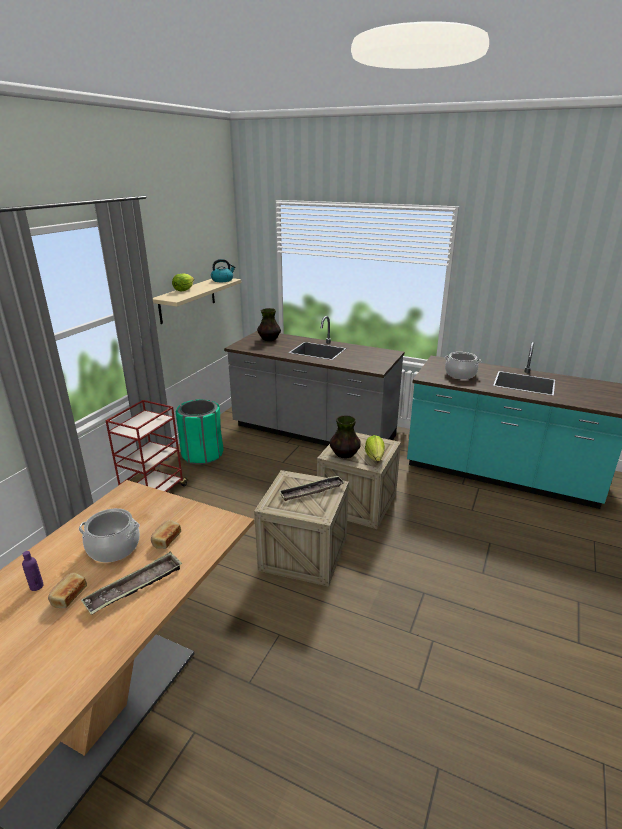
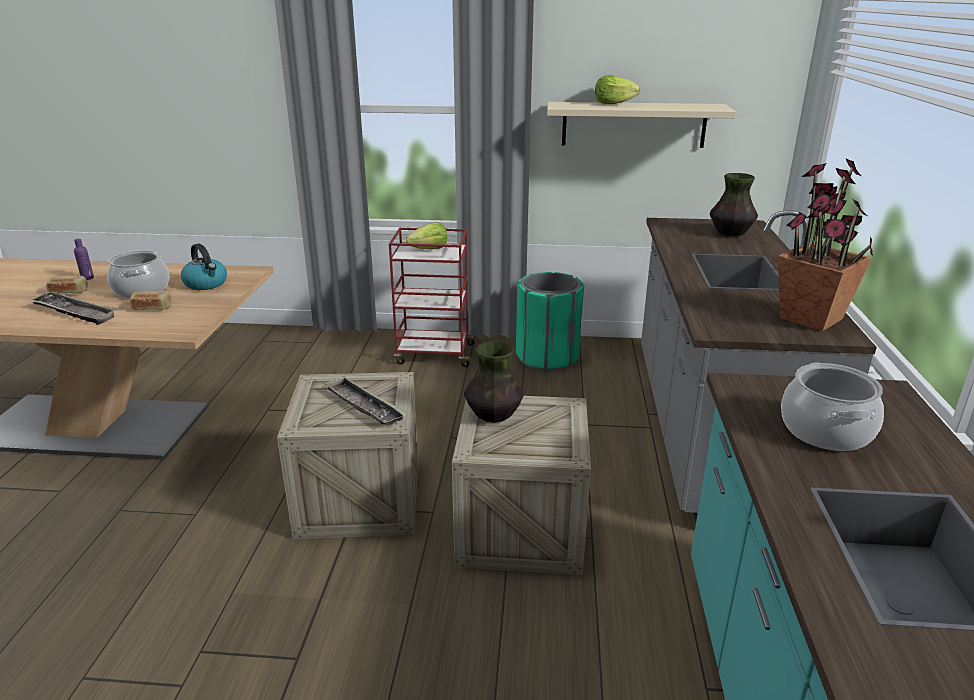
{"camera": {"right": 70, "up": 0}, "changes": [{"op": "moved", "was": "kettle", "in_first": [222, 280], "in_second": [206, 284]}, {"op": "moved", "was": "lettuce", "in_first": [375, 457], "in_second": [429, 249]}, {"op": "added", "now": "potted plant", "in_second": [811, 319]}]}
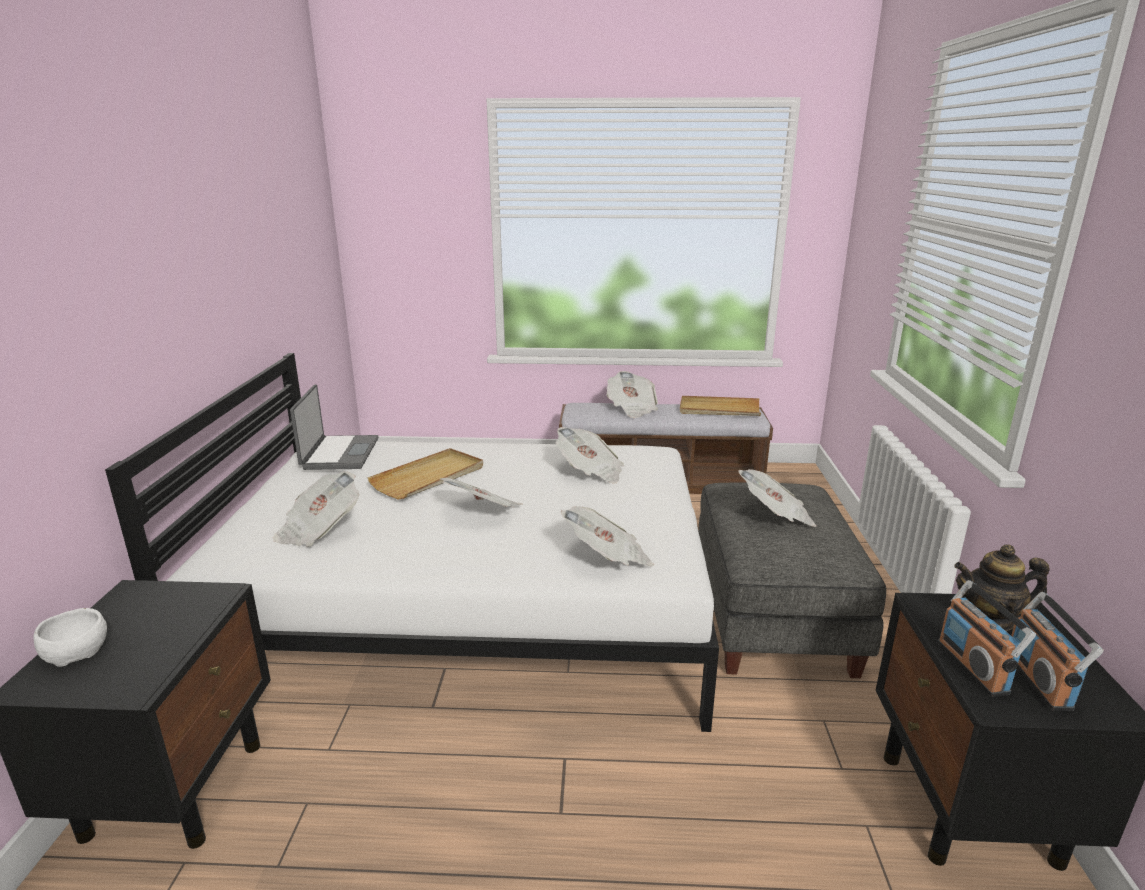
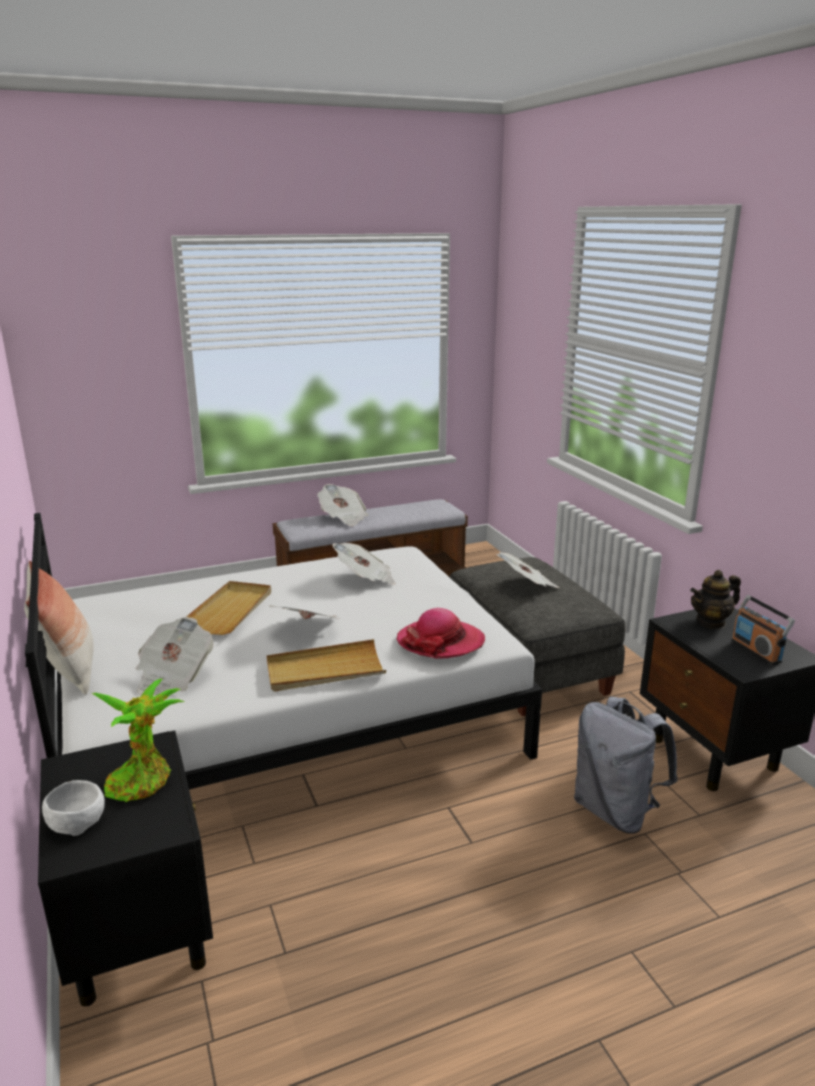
{"camera": {"right": -25, "up": 0}, "changes": [{"op": "added", "now": "pillow", "in_second": [69, 670]}, {"op": "added", "now": "potted plant", "in_second": [143, 779]}, {"op": "moved", "was": "beige tray", "in_first": [719, 410], "in_second": [325, 670]}, {"op": "replaced", "was": "newspaper", "now": "hat", "in_first": [608, 558], "in_second": [440, 642]}, {"op": "added", "now": "grey backpack", "in_second": [615, 811]}, {"op": "removed", "was": "laptop", "in_first": [339, 454]}, {"op": "removed", "was": "radio", "in_first": [973, 667]}]}
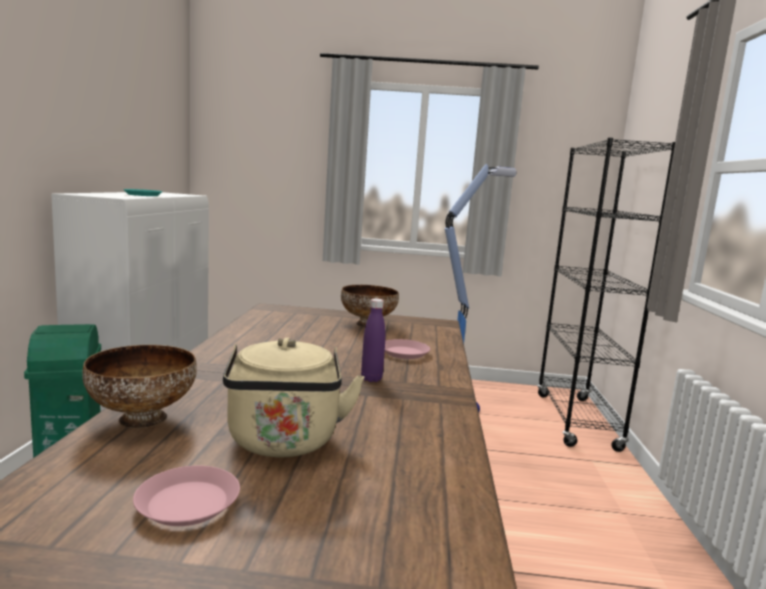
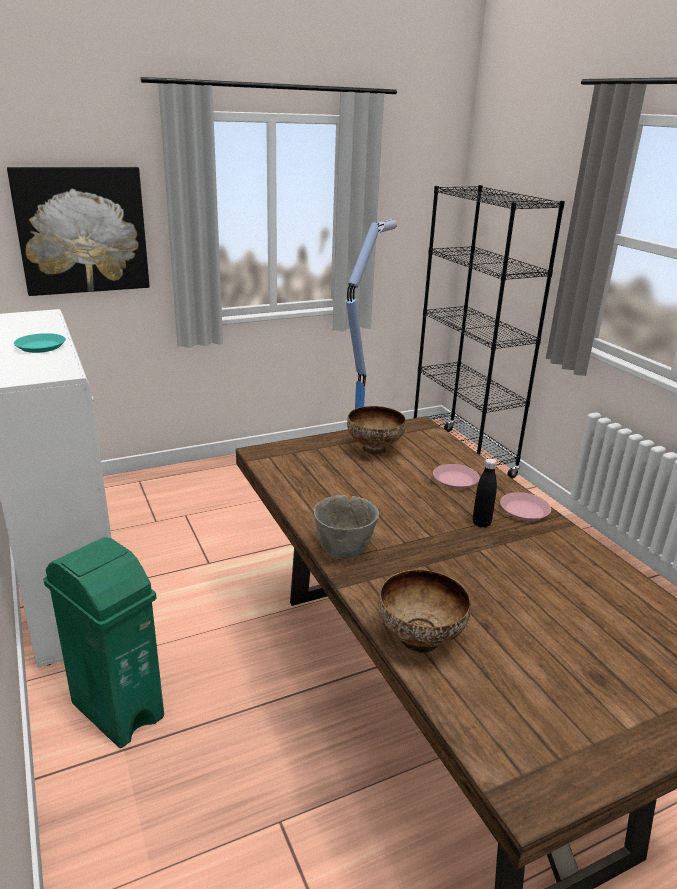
{"camera": {"right": -30, "up": 15}, "changes": [{"op": "added", "now": "picture", "in_second": [82, 230]}, {"op": "added", "now": "grey bowl", "in_second": [344, 549]}, {"op": "recoloured", "was": "purple bottle", "now": "black bottle", "in_first": [371, 379], "in_second": [481, 523]}, {"op": "moved", "was": "pink plate", "in_first": [187, 503], "in_second": [524, 511]}, {"op": "removed", "was": "beige kettle", "in_first": [284, 443]}]}
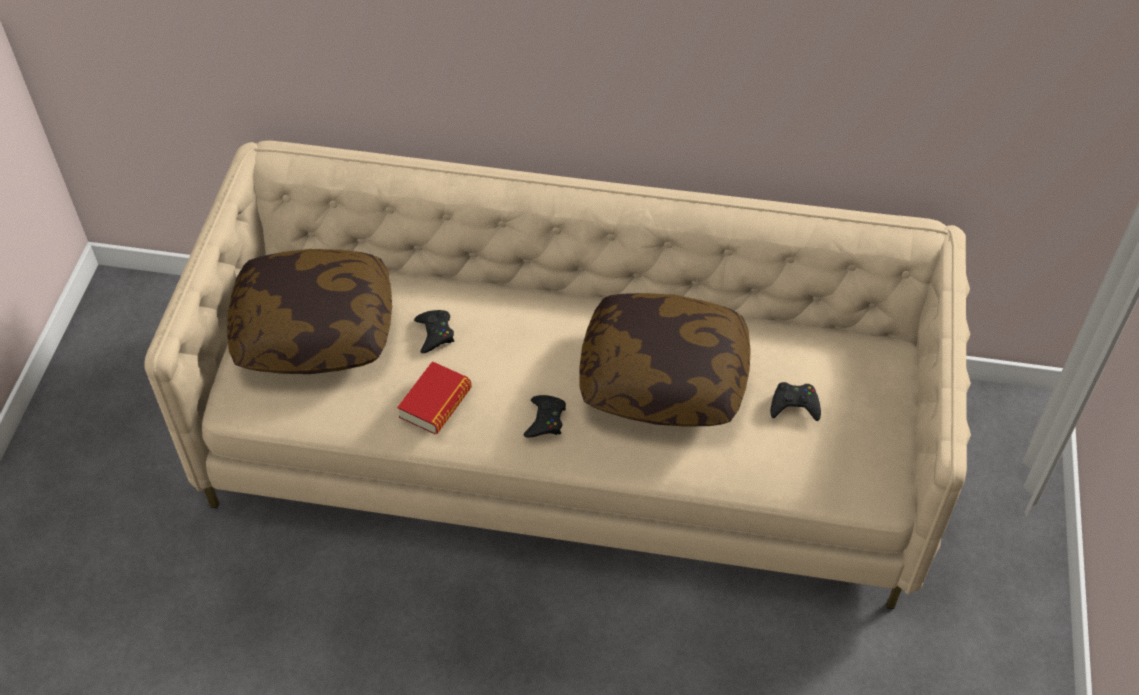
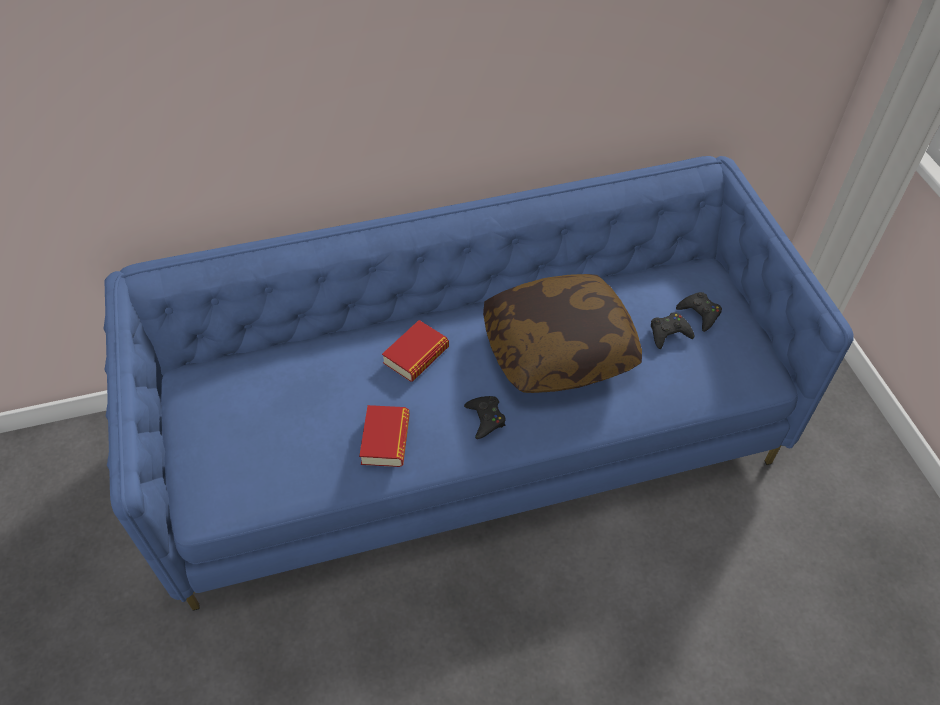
{"camera": {"right": -25, "up": 0}, "changes": [{"op": "recoloured", "was": "beige sofa", "now": "blue sofa", "in_first": [570, 445], "in_second": [470, 435]}, {"op": "added", "now": "book", "in_second": [416, 355]}, {"op": "moved", "was": "black game controller", "in_first": [435, 334], "in_second": [699, 313]}, {"op": "removed", "was": "pillow", "in_first": [315, 330]}]}
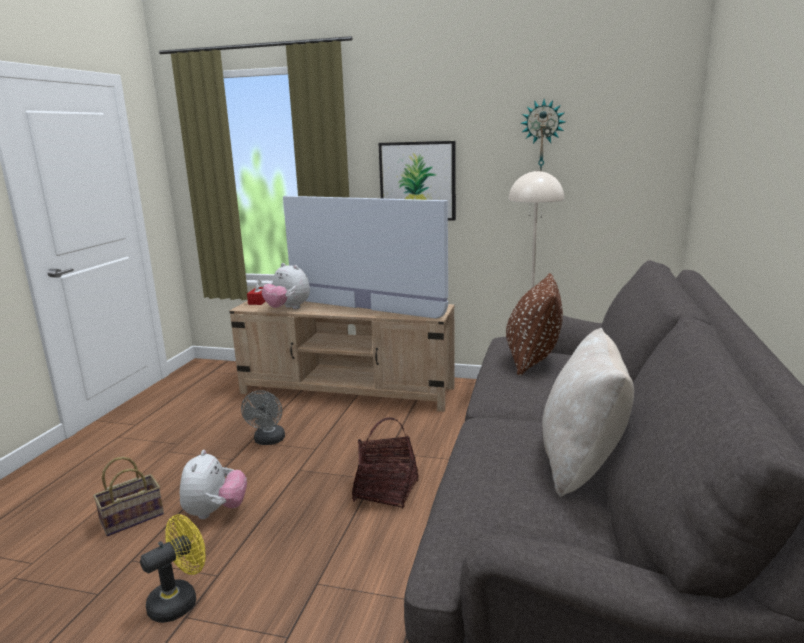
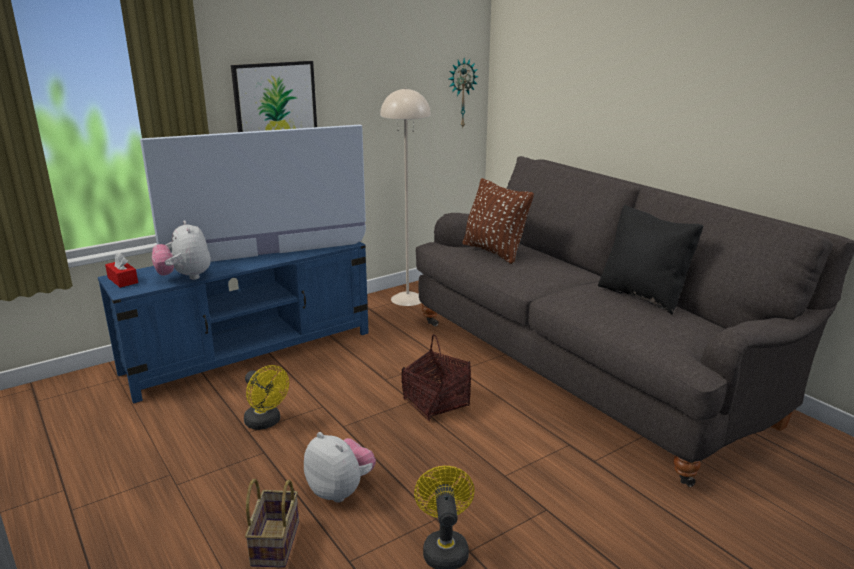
{"camera": {"right": -50, "up": 5}, "changes": [{"op": "recoloured", "was": "beige tv stand", "now": "blue tv stand", "in_first": [347, 391], "in_second": [251, 352]}, {"op": "turned", "was": "plush toy", "in_first": [288, 309], "in_second": [185, 277], "clockwise": 75}, {"op": "recoloured", "was": "grey fan", "now": "yellow fan", "in_first": [268, 441], "in_second": [266, 423]}, {"op": "moved", "was": "wall clock", "in_first": [542, 141], "in_second": [461, 93]}, {"op": "recoloured", "was": "beige pillow", "now": "black pillow", "in_first": [581, 462], "in_second": [643, 296]}]}
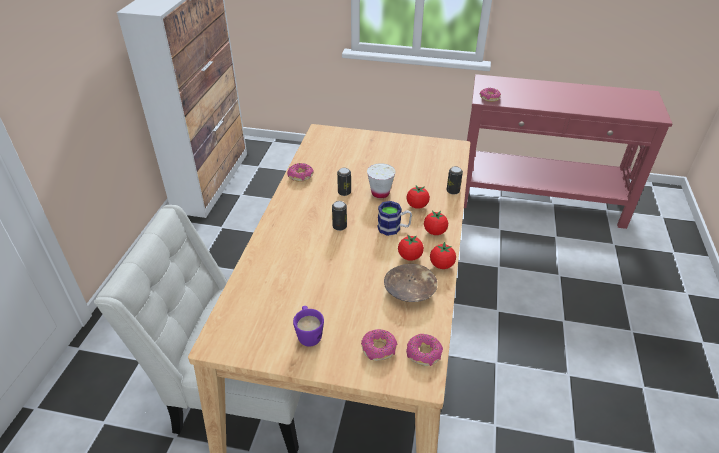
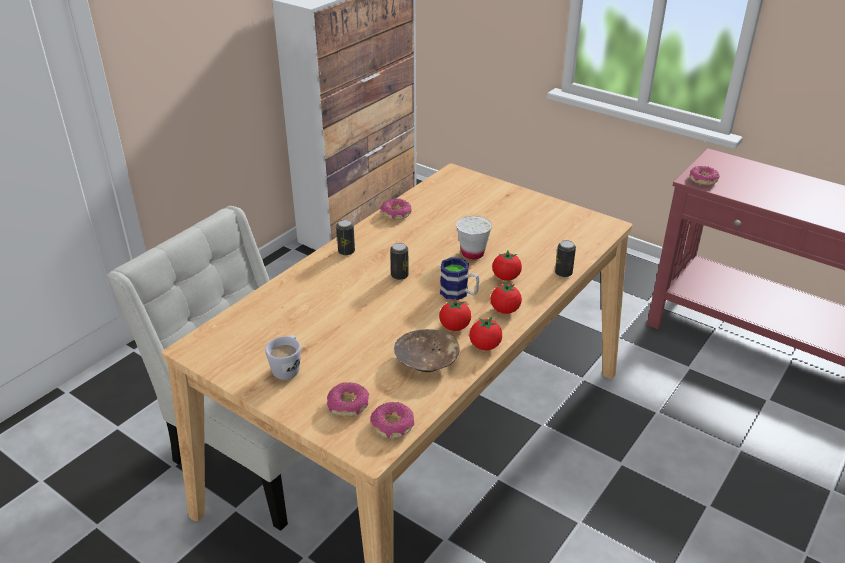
{"camera": {"right": 25, "up": -5}, "changes": [{"op": "recoloured", "was": "purple mug", "now": "white mug", "in_first": [309, 334], "in_second": [288, 368]}, {"op": "moved", "was": "can", "in_first": [344, 192], "in_second": [346, 251]}]}
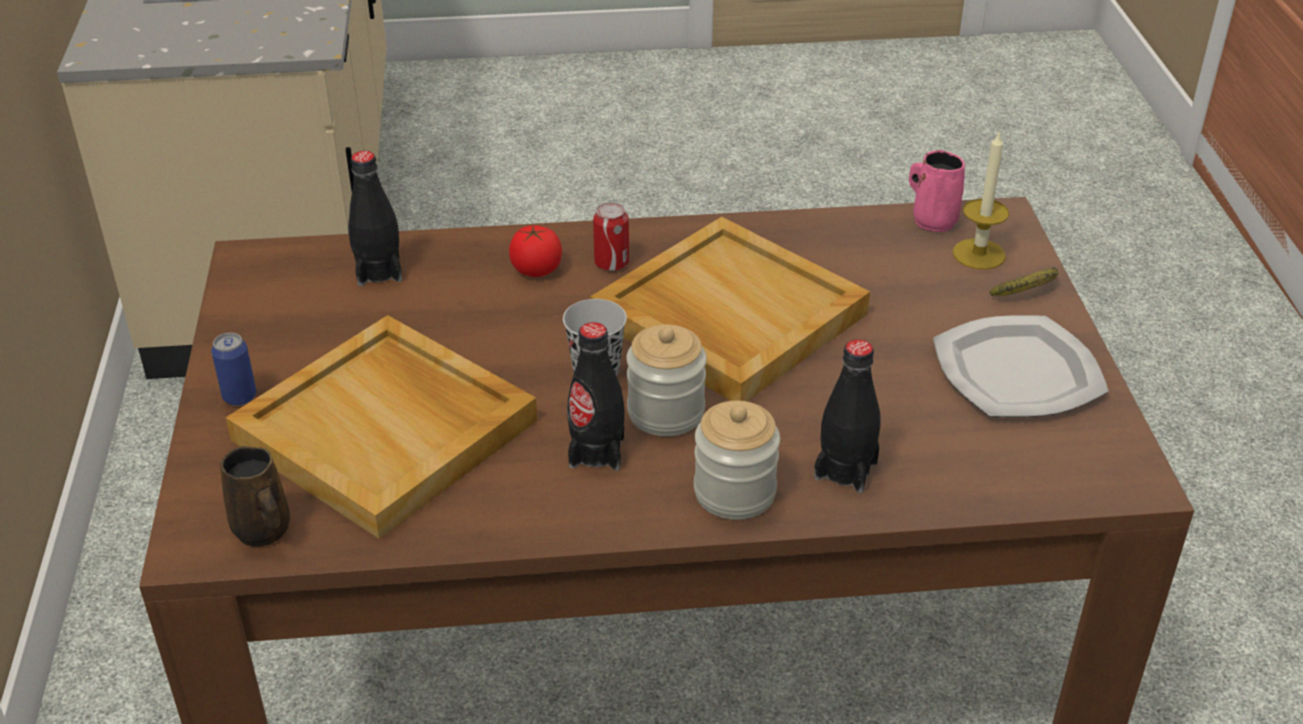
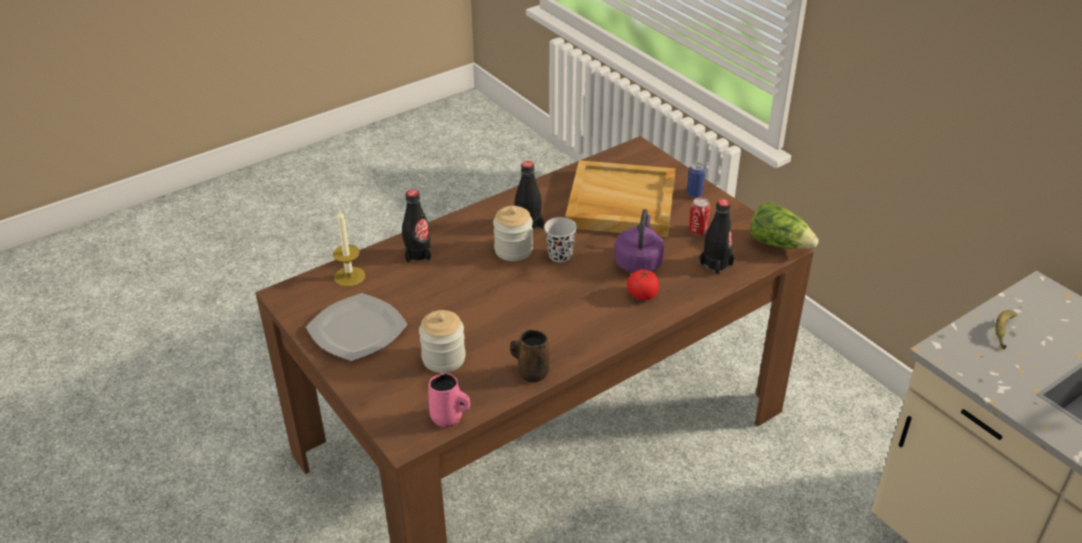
{"camera": {"right": 150, "up": 0}, "changes": [{"op": "moved", "was": "candle", "in_first": [979, 254], "in_second": [349, 276]}, {"op": "moved", "was": "jar", "in_first": [734, 492], "in_second": [443, 358]}, {"op": "moved", "was": "brown mug", "in_first": [263, 531], "in_second": [531, 372]}, {"op": "added", "now": "purple kettle", "in_second": [638, 261]}, {"op": "moved", "was": "can", "in_first": [611, 263], "in_second": [698, 230]}, {"op": "added", "now": "lettuce", "in_second": [779, 244]}, {"op": "moved", "was": "banana", "in_first": [1029, 291], "in_second": [1002, 332]}, {"op": "removed", "was": "beige tray", "in_first": [726, 316]}]}
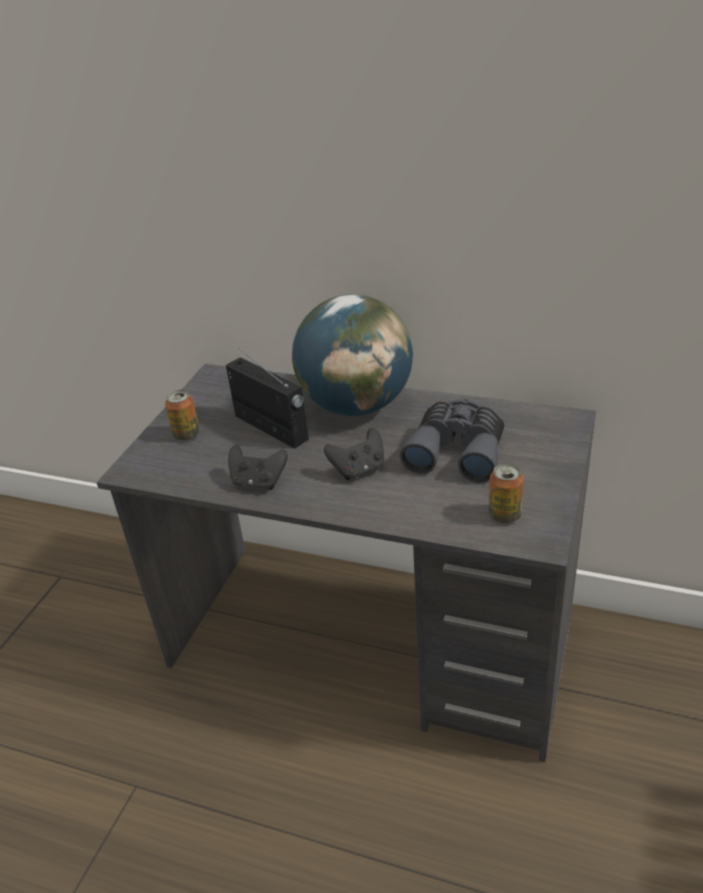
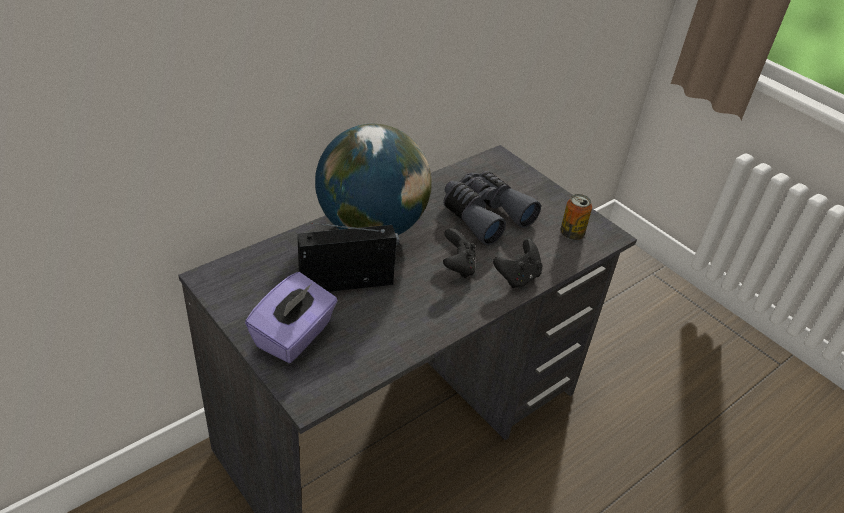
{"camera": {"right": -65, "up": 5}, "changes": [{"op": "replaced", "was": "can", "now": "purple tissue box", "in_first": [186, 435], "in_second": [294, 336]}, {"op": "moved", "was": "black game controller", "in_first": [258, 482], "in_second": [517, 277]}]}
